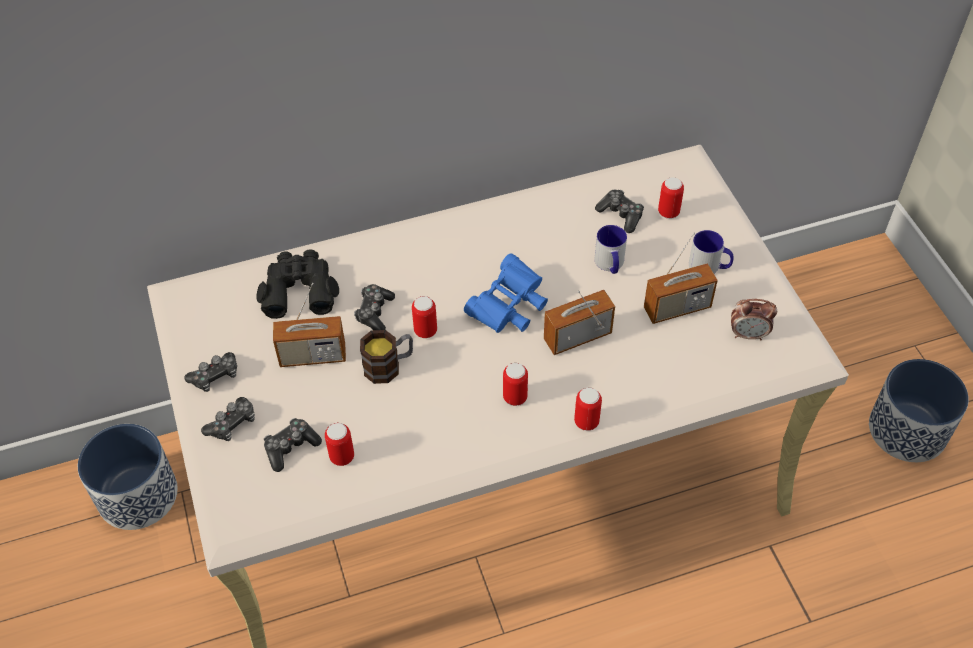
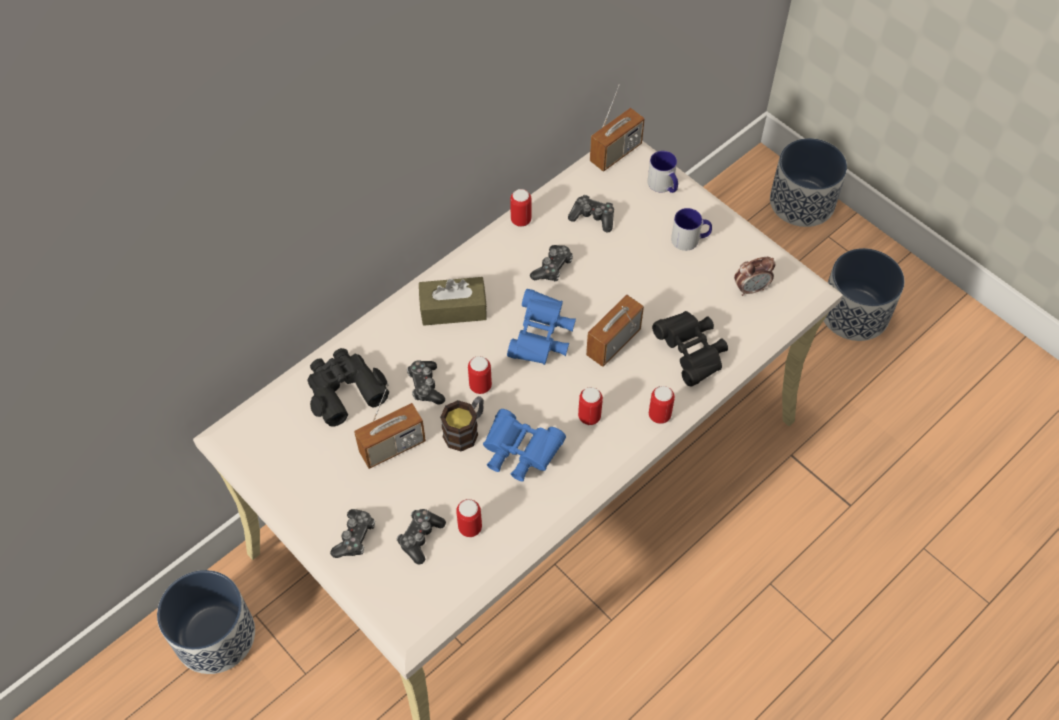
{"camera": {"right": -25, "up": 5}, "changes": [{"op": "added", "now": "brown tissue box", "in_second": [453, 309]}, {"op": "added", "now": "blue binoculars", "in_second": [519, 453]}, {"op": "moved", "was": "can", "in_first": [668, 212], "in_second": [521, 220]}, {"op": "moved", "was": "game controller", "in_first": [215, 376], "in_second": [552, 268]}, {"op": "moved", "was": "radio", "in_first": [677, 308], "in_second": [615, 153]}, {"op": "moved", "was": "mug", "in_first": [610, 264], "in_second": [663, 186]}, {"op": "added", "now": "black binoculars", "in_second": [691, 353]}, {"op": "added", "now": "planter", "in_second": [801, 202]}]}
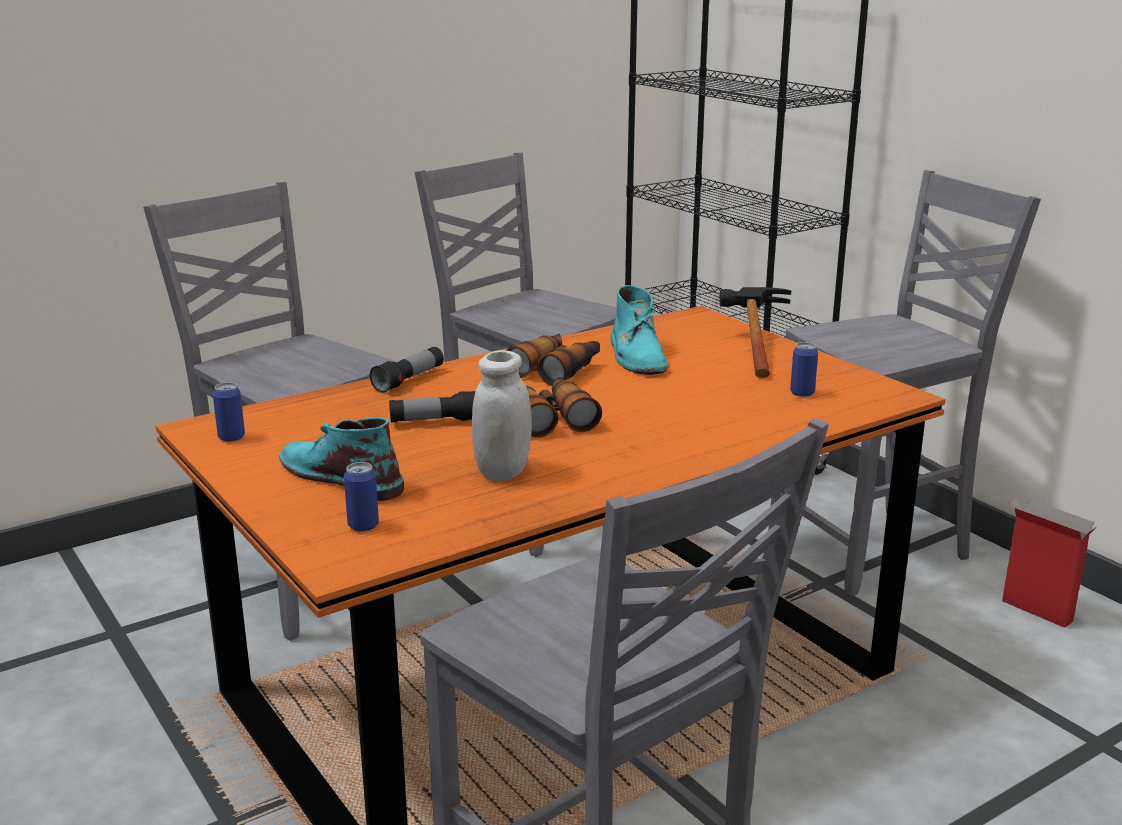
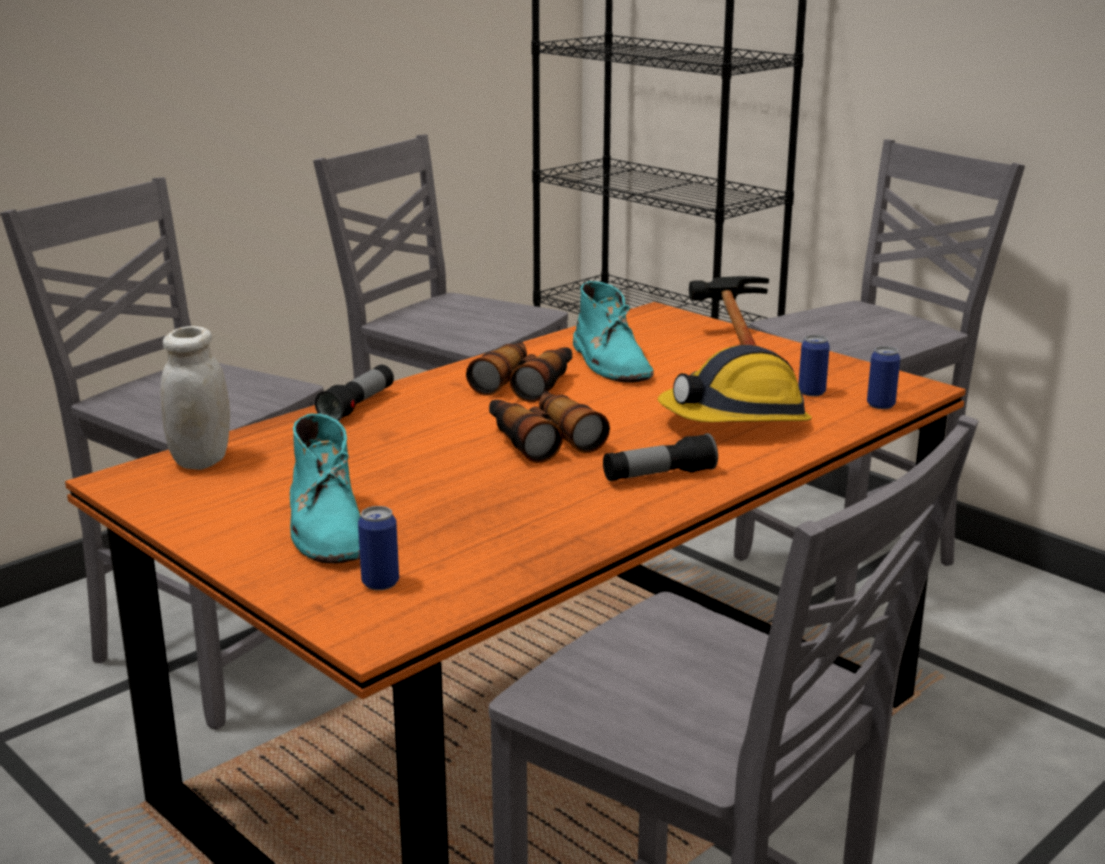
{"camera": {"right": -10, "up": 0}, "changes": [{"op": "moved", "was": "white jar", "in_first": [503, 472], "in_second": [201, 460]}, {"op": "turned", "was": "turquoise boot", "in_first": [341, 477], "in_second": [327, 526], "clockwise": -135}, {"op": "moved", "was": "flashlight", "in_first": [436, 421], "in_second": [659, 476]}, {"op": "added", "now": "hard hat", "in_second": [735, 420]}, {"op": "moved", "was": "can", "in_first": [231, 437], "in_second": [880, 405]}, {"op": "removed", "was": "cardboard box", "in_first": [1035, 610]}]}
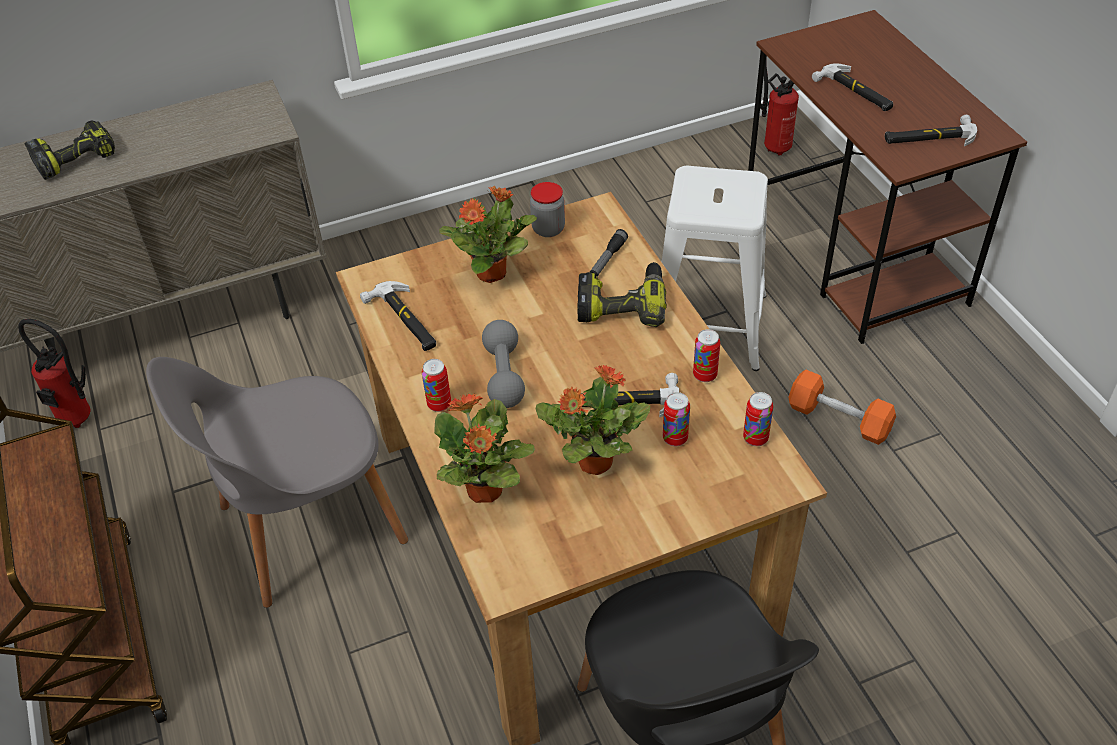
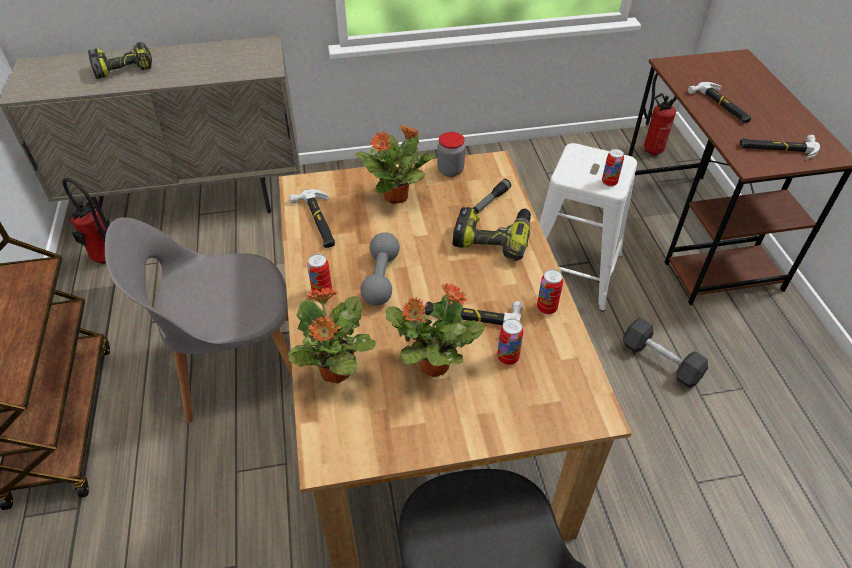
{"camera": {"right": 10, "up": 0}, "changes": [{"op": "moved", "was": "can", "in_first": [755, 438], "in_second": [609, 182]}, {"op": "recoloured", "was": "orange dumbbell", "now": "black dumbbell", "in_first": [839, 419], "in_second": [660, 361]}]}
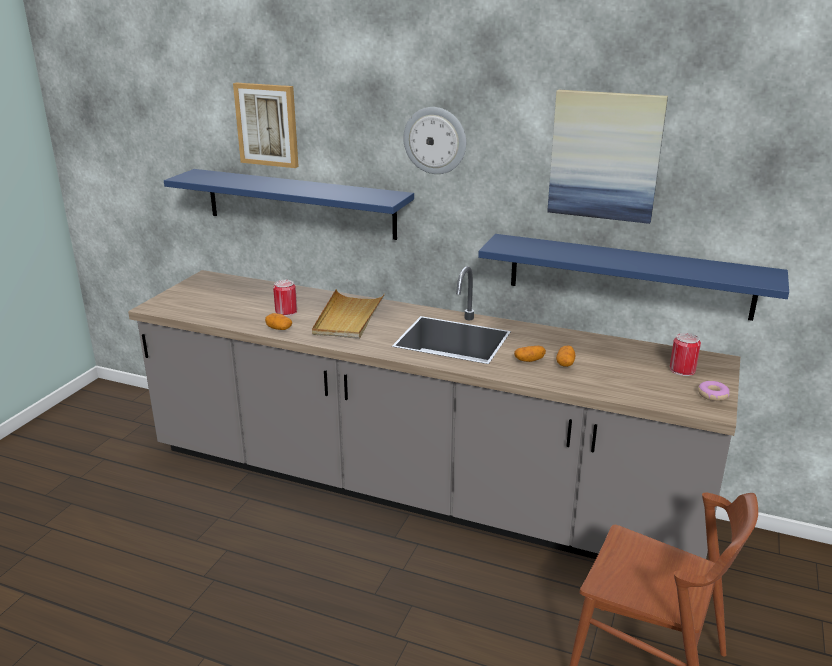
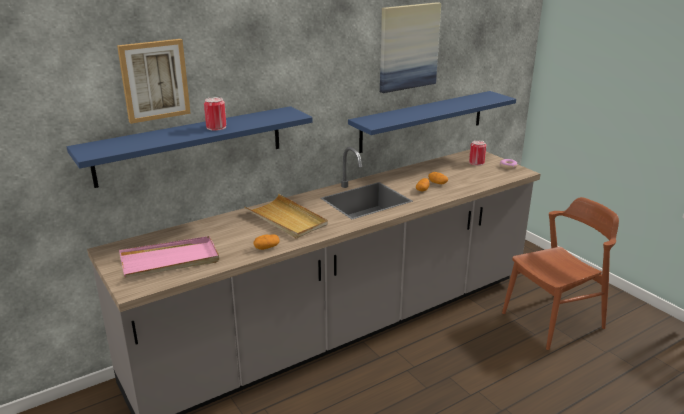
{"camera": {"right": -55, "up": 0}, "changes": [{"op": "added", "now": "pink tray", "in_second": [170, 260]}, {"op": "moved", "was": "can", "in_first": [286, 312], "in_second": [216, 127]}, {"op": "removed", "was": "wall clock", "in_first": [435, 140]}]}
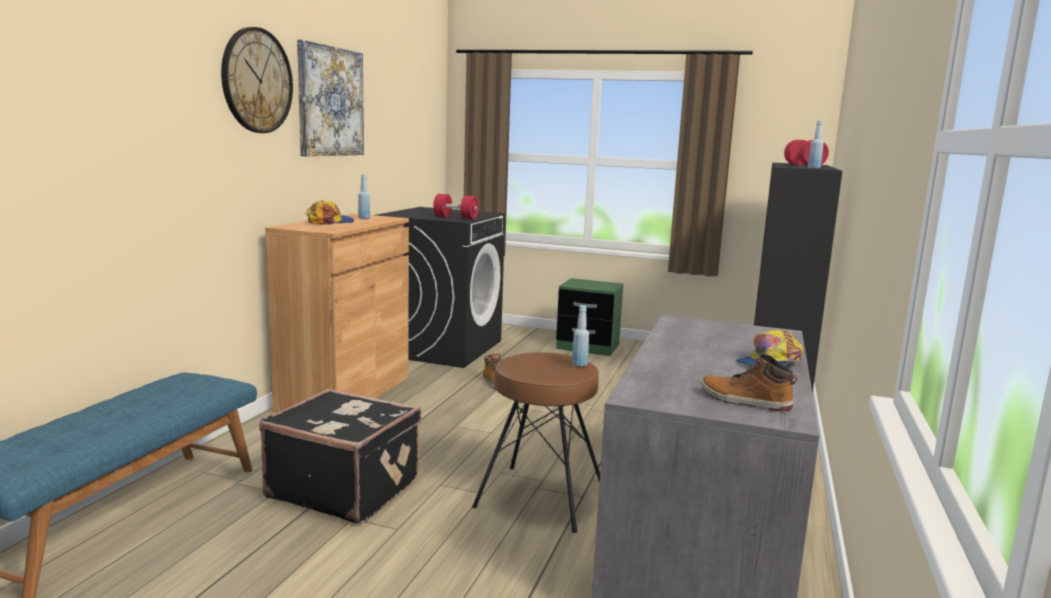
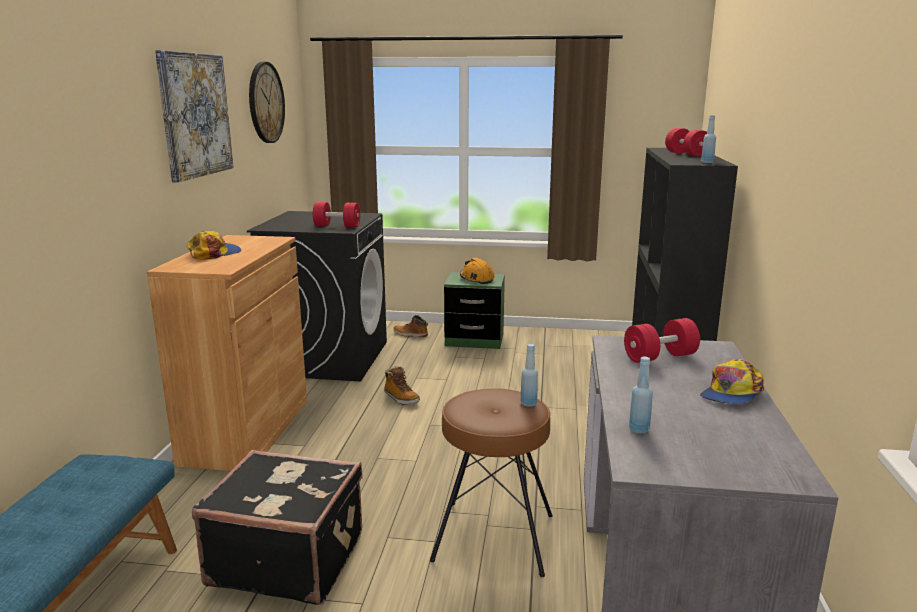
{"camera": {"right": -10, "up": 5}, "changes": [{"op": "moved", "was": "wall clock", "in_first": [257, 81], "in_second": [265, 103]}, {"op": "moved", "was": "boot", "in_first": [744, 401], "in_second": [410, 334]}, {"op": "added", "now": "orange hard hat", "in_second": [477, 279]}, {"op": "added", "now": "red dumbbell", "in_second": [660, 357]}, {"op": "moved", "was": "blue bottle", "in_first": [364, 218], "in_second": [639, 429]}]}
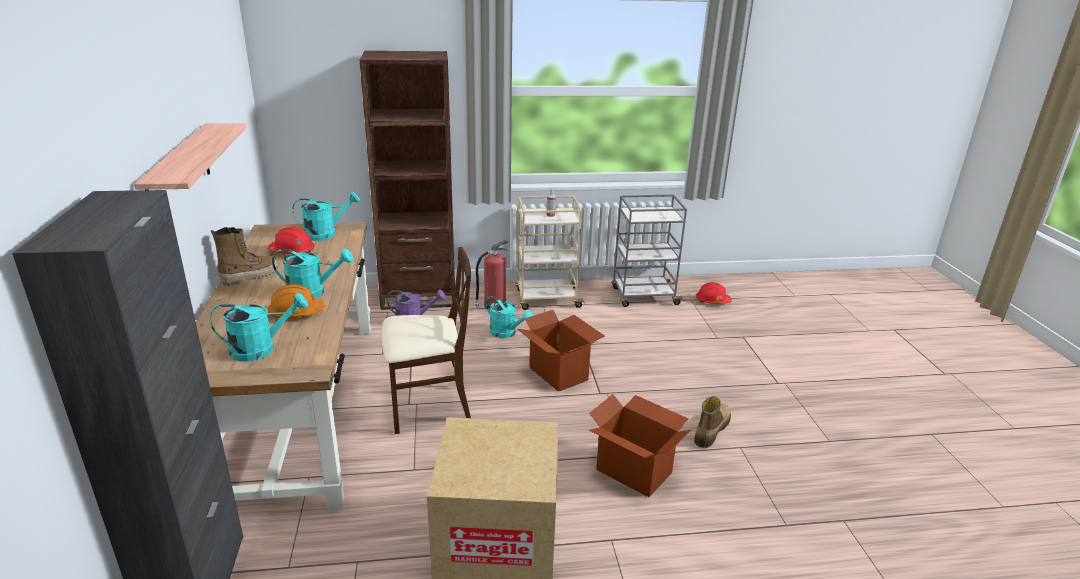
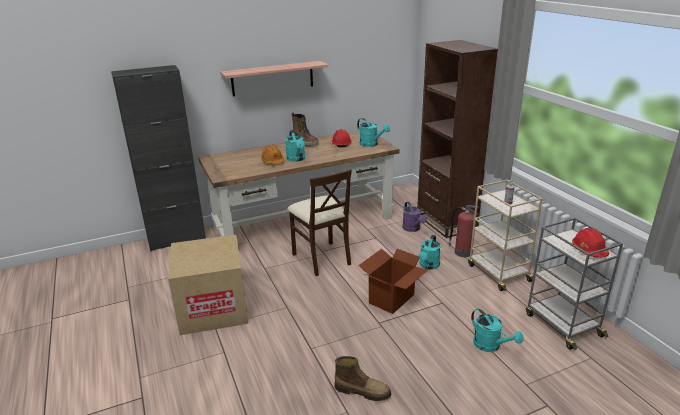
{"camera": {"right": 75, "up": 0}, "changes": [{"op": "moved", "was": "turquoise watering can", "in_first": [261, 349], "in_second": [491, 346]}, {"op": "moved", "was": "red hard hat", "in_first": [712, 301], "in_second": [589, 250]}, {"op": "removed", "was": "cardboard box", "in_first": [634, 470]}]}
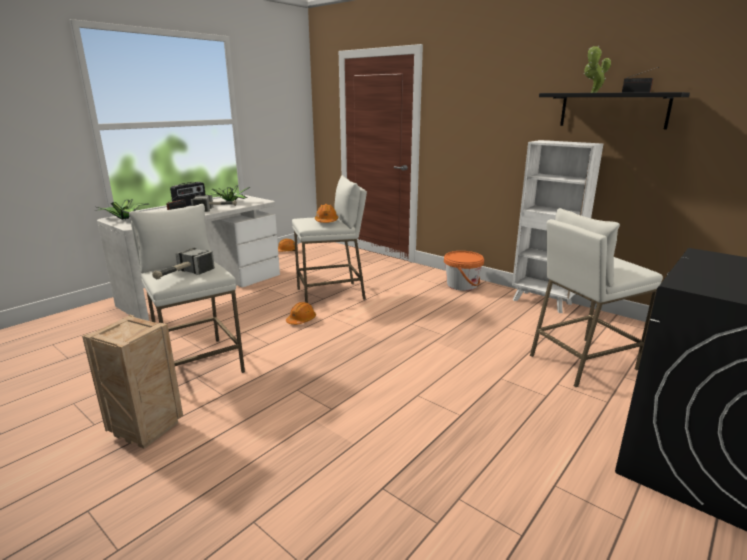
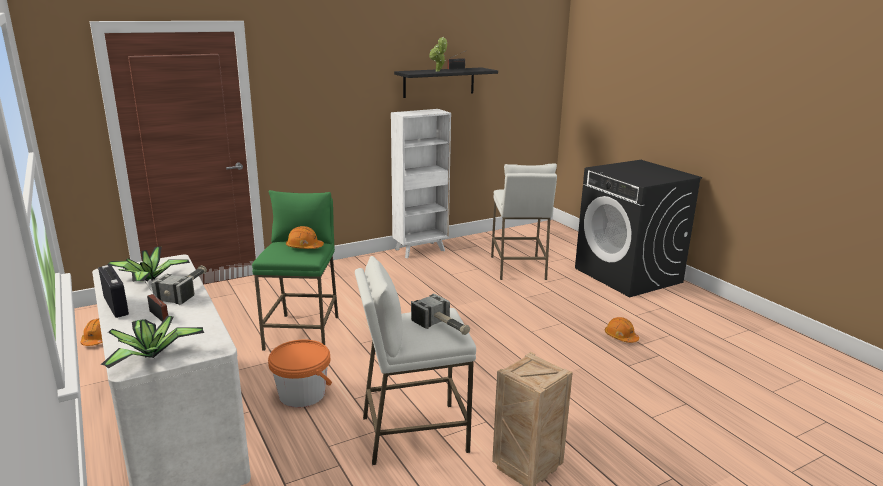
{"camera": {"right": -70, "up": 0}, "changes": [{"op": "recoloured", "was": "white stool", "now": "green stool", "in_first": [331, 294], "in_second": [303, 332]}, {"op": "moved", "was": "orange bucket", "in_first": [462, 285], "in_second": [302, 394]}, {"op": "moved", "was": "orange hard hat", "in_first": [301, 320], "in_second": [620, 337]}]}
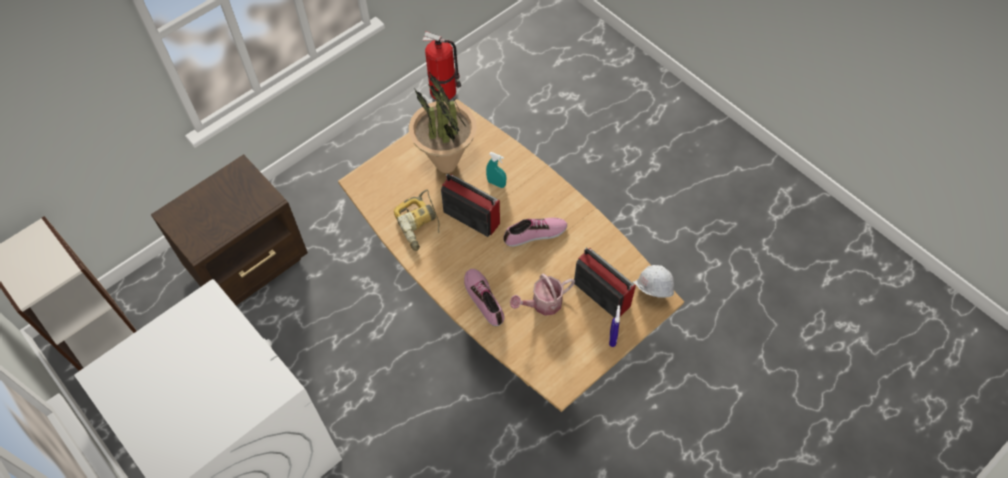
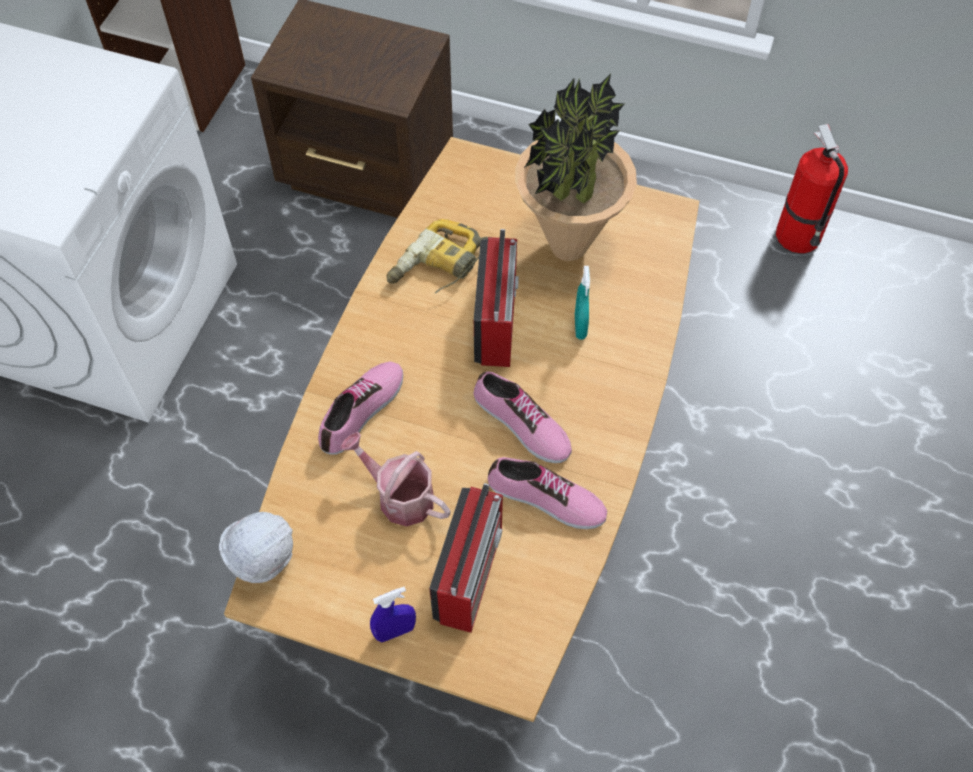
{"camera": {"right": 60, "up": 0}, "changes": [{"op": "moved", "was": "white hard hat", "in_first": [650, 294], "in_second": [263, 559]}, {"op": "added", "now": "shoe", "in_second": [546, 500]}]}
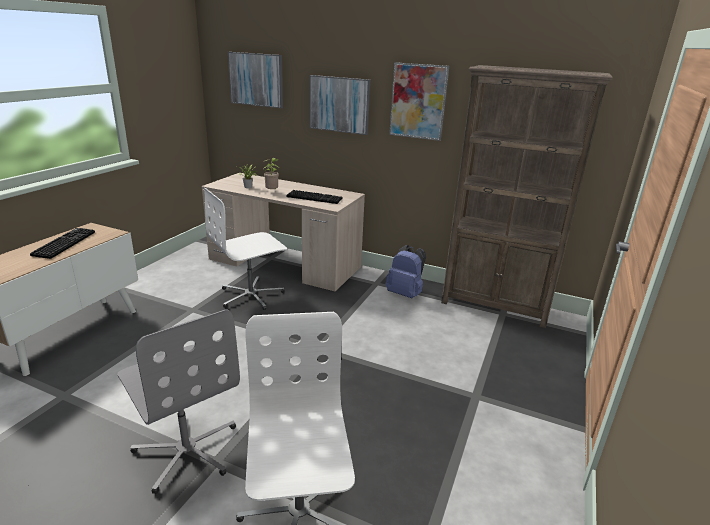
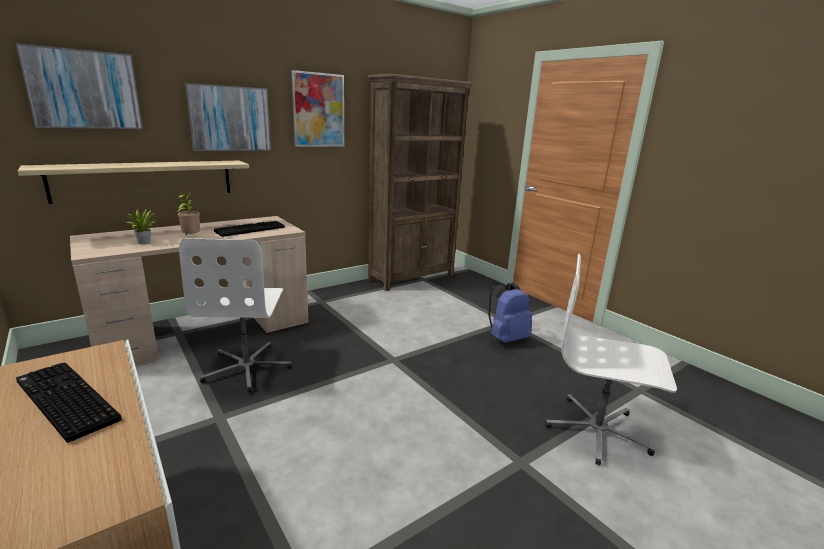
{"camera": {"right": -60, "up": -5}, "changes": [{"op": "added", "now": "shelf", "in_second": [145, 180]}, {"op": "moved", "was": "blue backpack", "in_first": [405, 294], "in_second": [506, 338]}, {"op": "removed", "was": "grey office chair", "in_first": [187, 450]}]}
